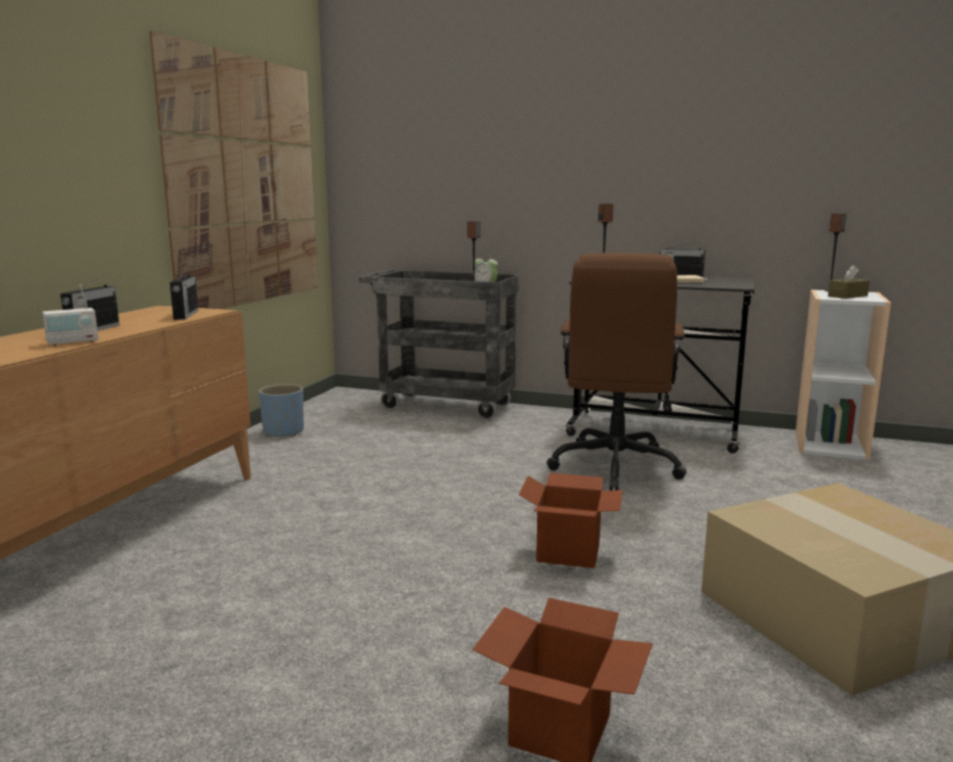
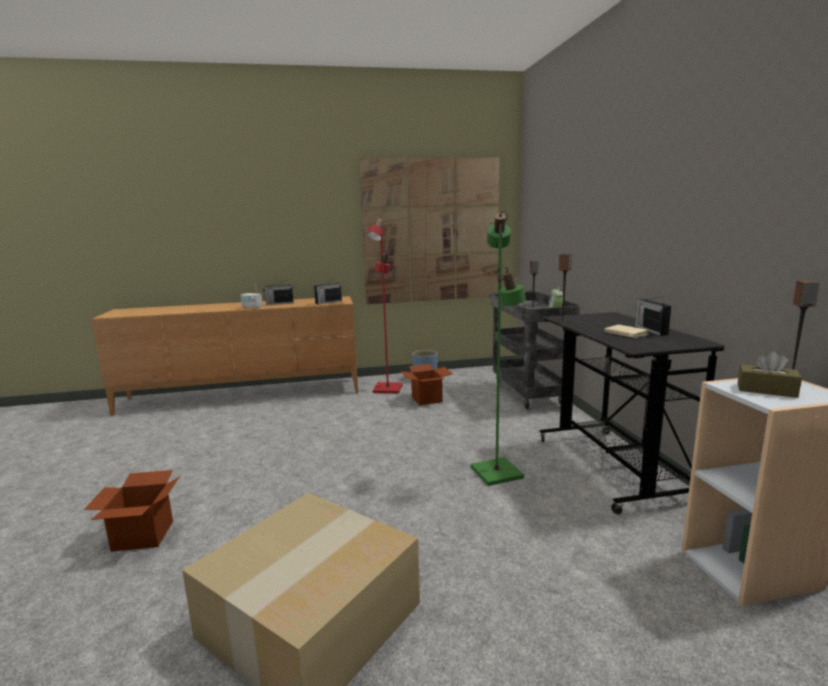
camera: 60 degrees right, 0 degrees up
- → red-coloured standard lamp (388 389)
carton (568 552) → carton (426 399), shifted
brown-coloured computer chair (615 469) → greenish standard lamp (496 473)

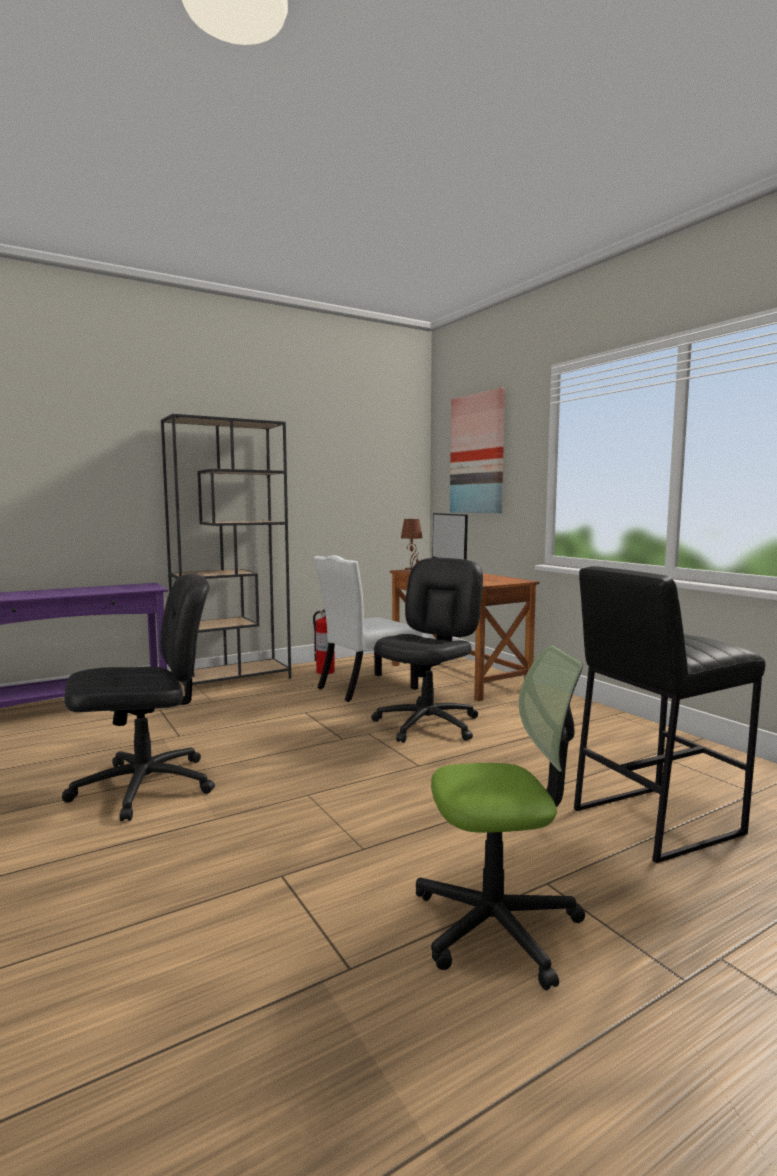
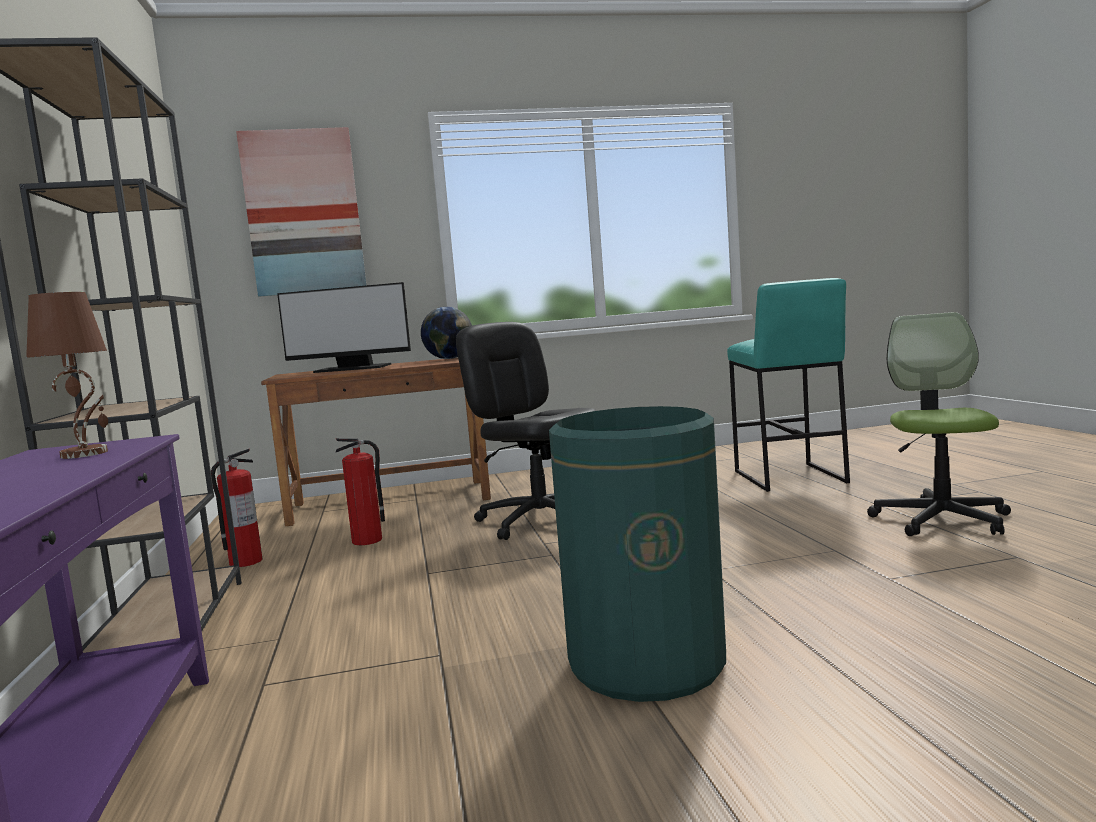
camera: 70 degrees left, 0 degrees up
- → world globe (449 359)
brown-coloured tabletop lamp (411 570) → brown-coloured tabletop lamp (85 454), shifted
black computer chair (145 786) → greenish waste bin (647 663)
whitish plain chair (367 687) → fire-fighting cylinder (368 540)
black stool (655 821) → turquoise-coloured stool (790 477)

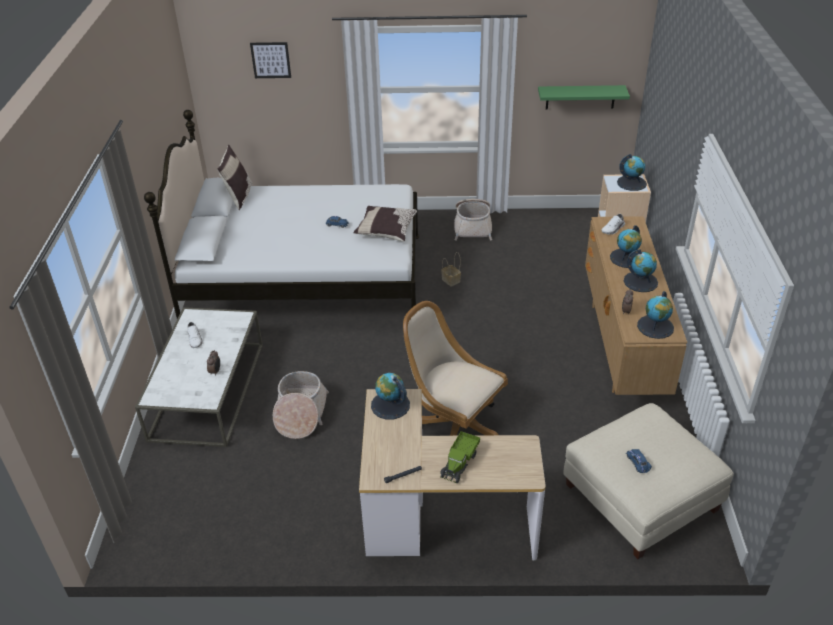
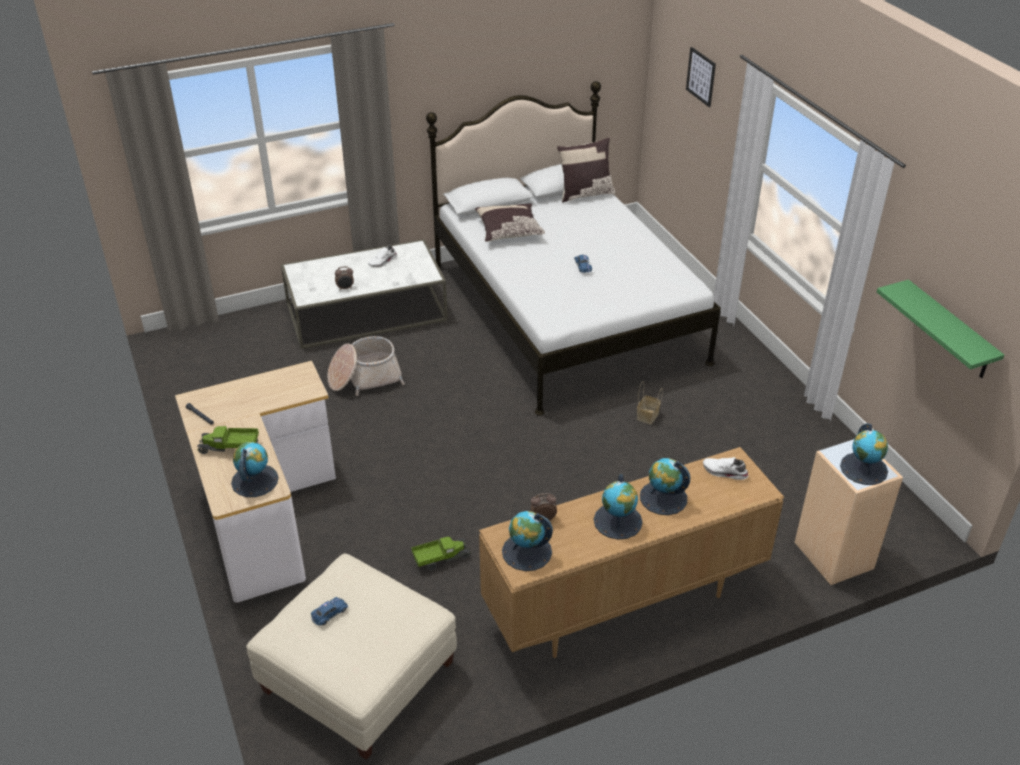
camera: 65 degrees right, 0 degrees up
computer chair (453 423) → -
basket (473 226) → -
- → toy truck (441 558)
pillow (386 230) → pillow (509 231), shifted
world globe (390 405) → world globe (254 480), shifted

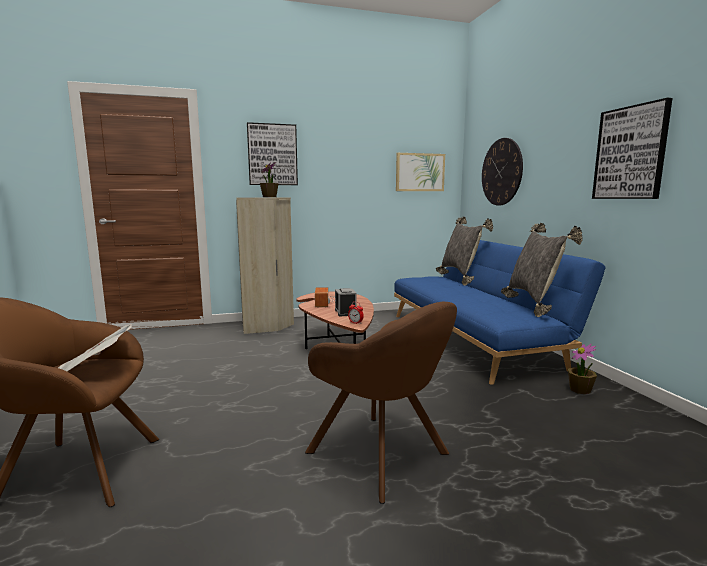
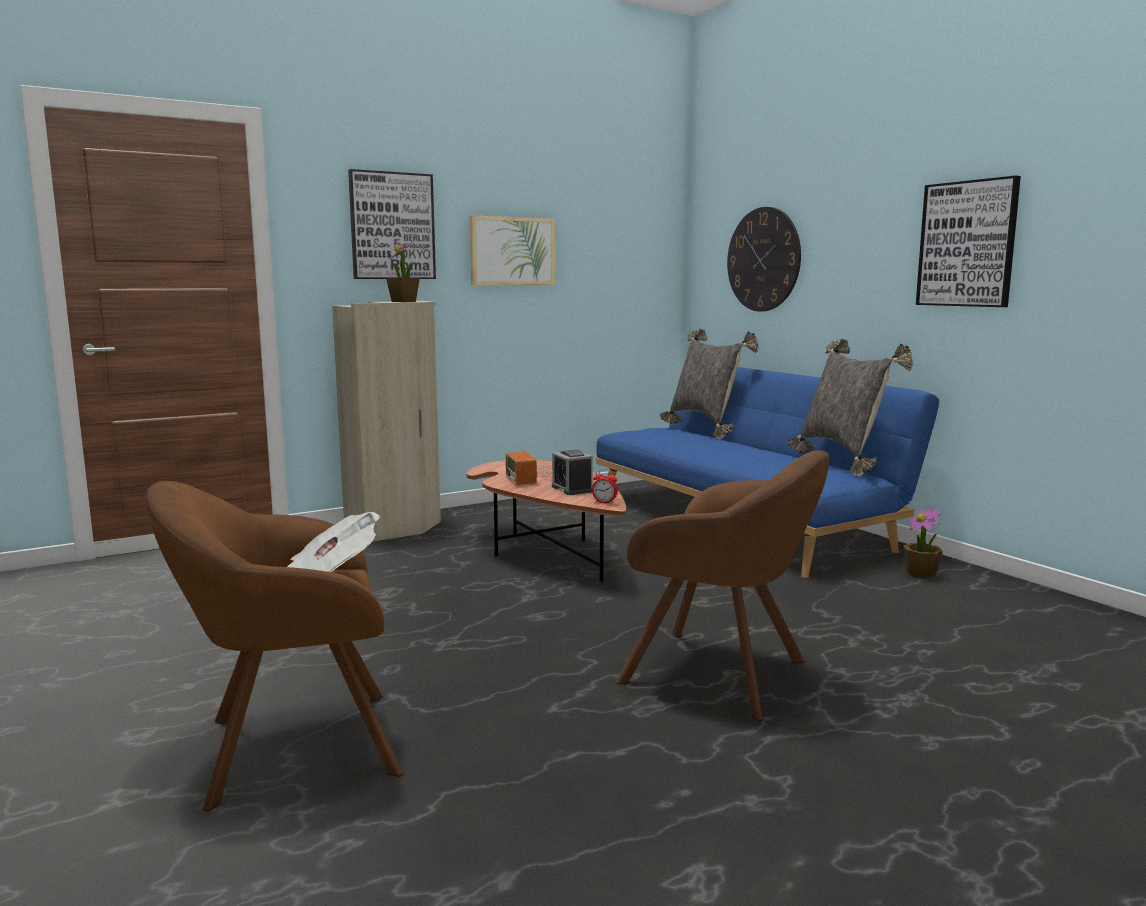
camera: 15 degrees left, 0 degrees up
wall picture (420 172) → wall picture (512 251), shifted

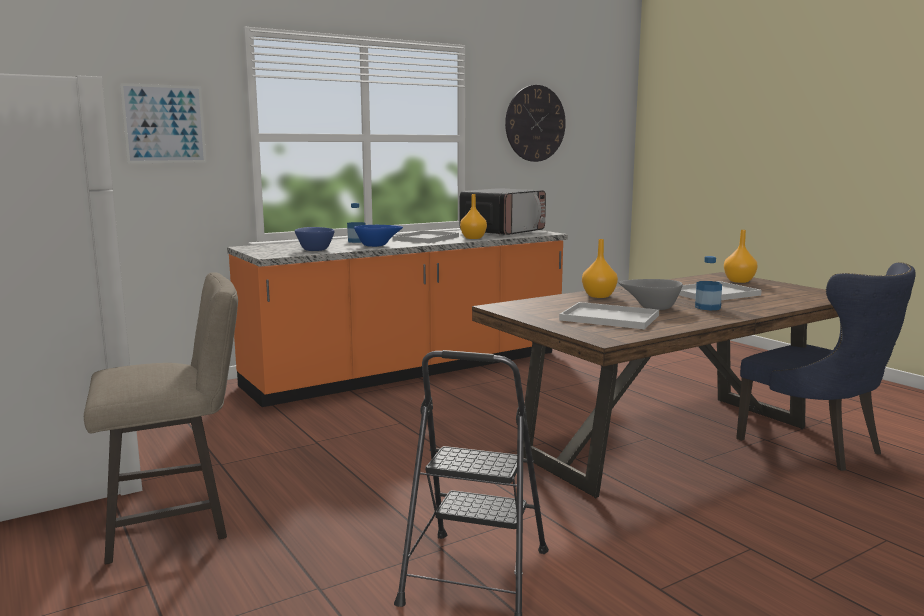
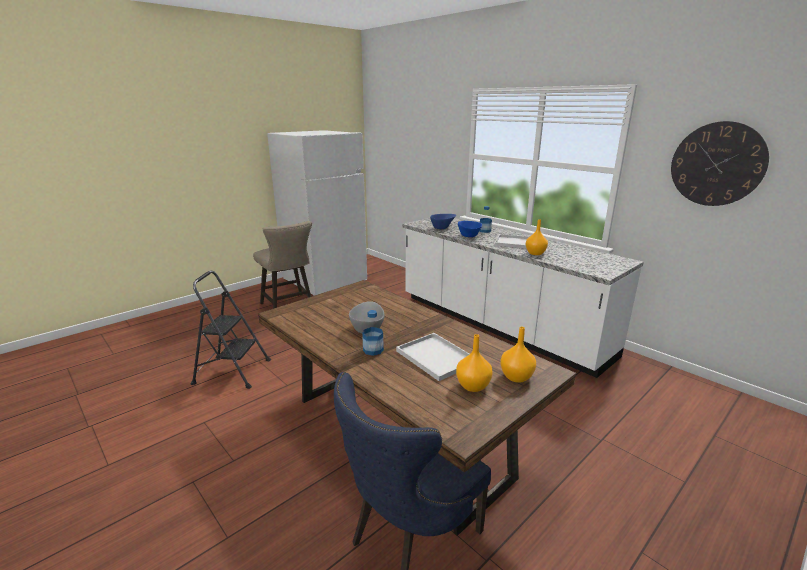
camera: 80 degrees right, 10 degrees up
wall picture (164 124) → -
kitchen microwave (503 232) → -
whitish carrying tray (611 318) → -
orange-coloured decorative vase (598 296) → orange-coloured decorative vase (472 386), shifted
orange-coloured kitchen base unit (410 370) → whitish kitchen base unit (499 325)

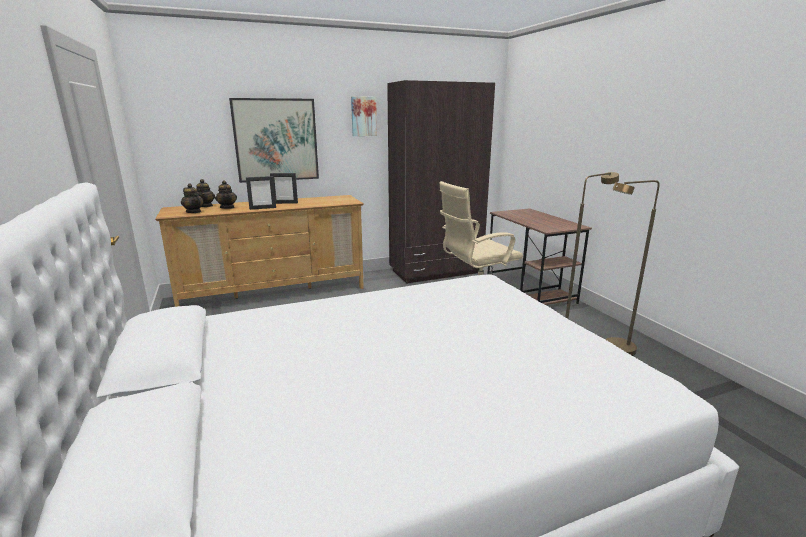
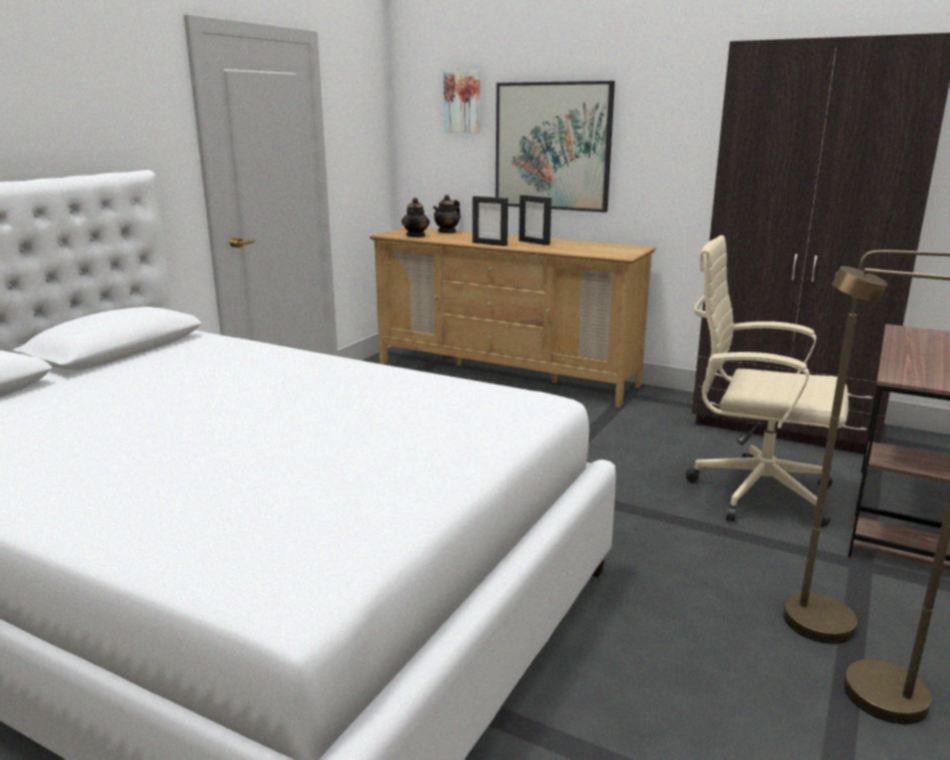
camera: 50 degrees right, 0 degrees up
pot for tea (227 207) → -
wall picture (363 116) → wall picture (463 102), shifted

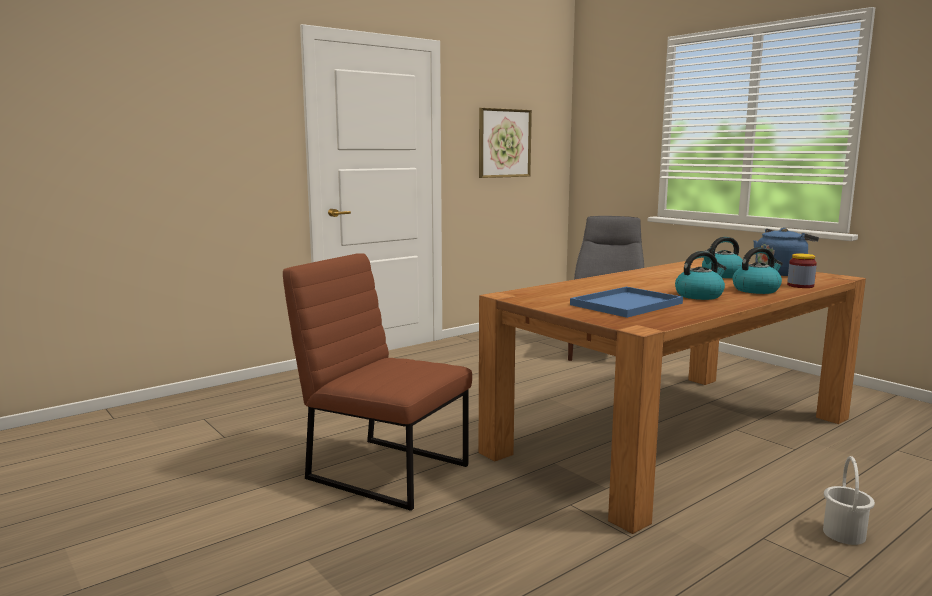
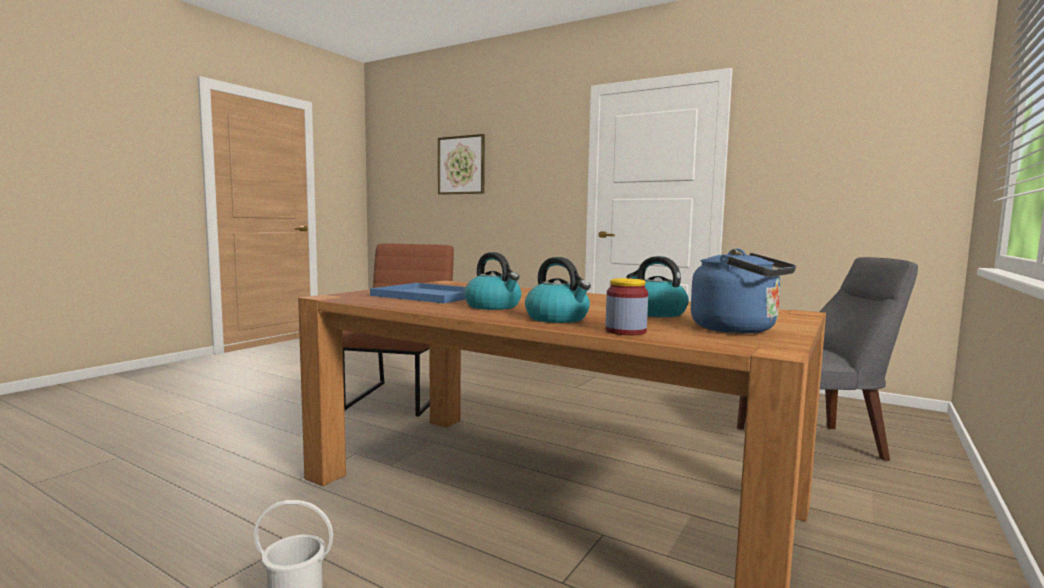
camera: 70 degrees right, 5 degrees down
wall picture (504 143) → wall picture (461 165), shifted

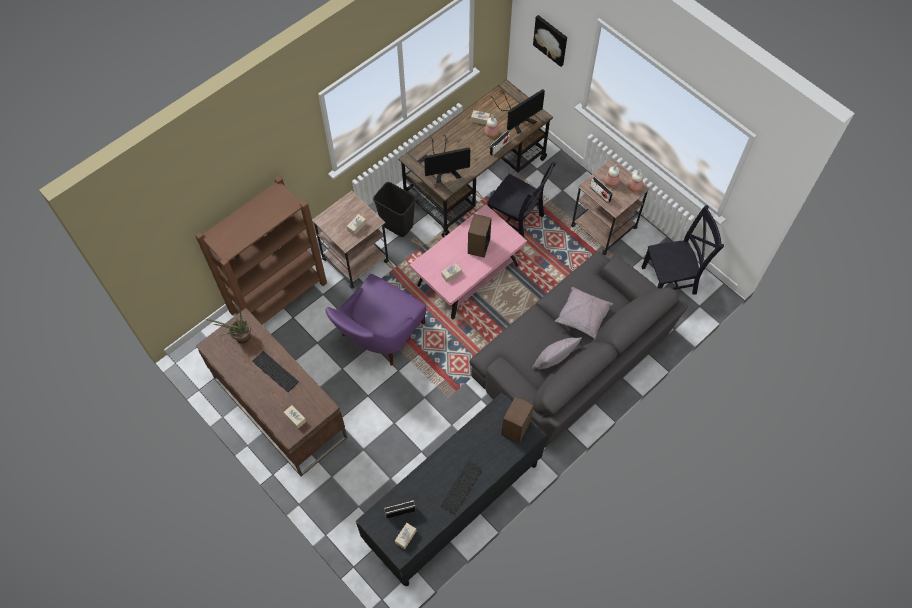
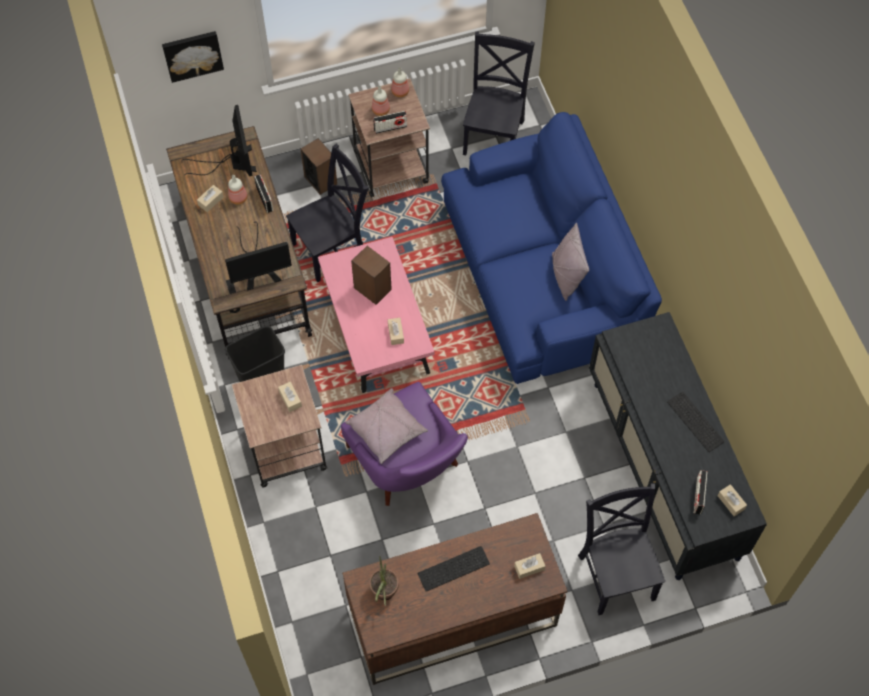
camera: 65 degrees left, 0 degrees up
brown-coloured shelving unit (278 297) → -
- → black plain chair (616 573)
loudspeaker (516 428) → loudspeaker (321 180), shifted
purple pillow (583 316) → purple pillow (387 430), shifted
grey couch (572 359) → bluish couch (543 274)
computer display (445 167) → computer display (258 267), 60 degrees clockwise

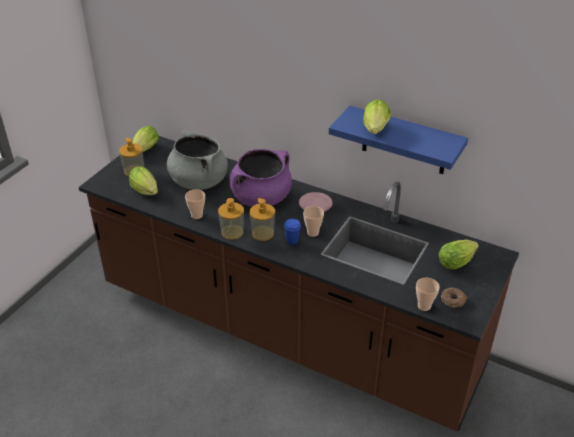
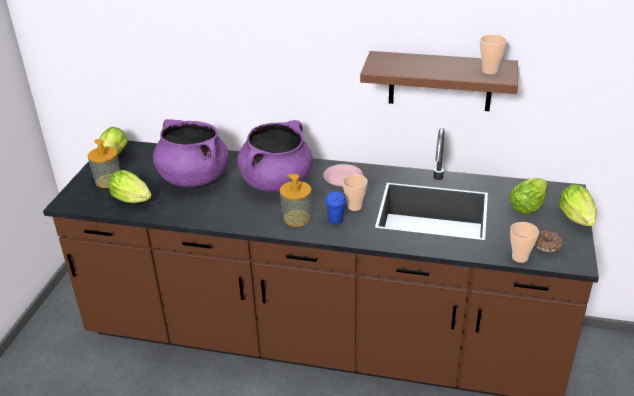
camera: 15 degrees left, 5 degrees down
soap dispenser (232 232) → -
small cup (197 215) → small cup (489 71), shifted
head of lettuce (375 131) → head of lettuce (577 220), shifted
grey saucepot (198 181) → purple saucepot (193 178)
bluish shelf (404 141) → brown-coloured shelf (440 81)

